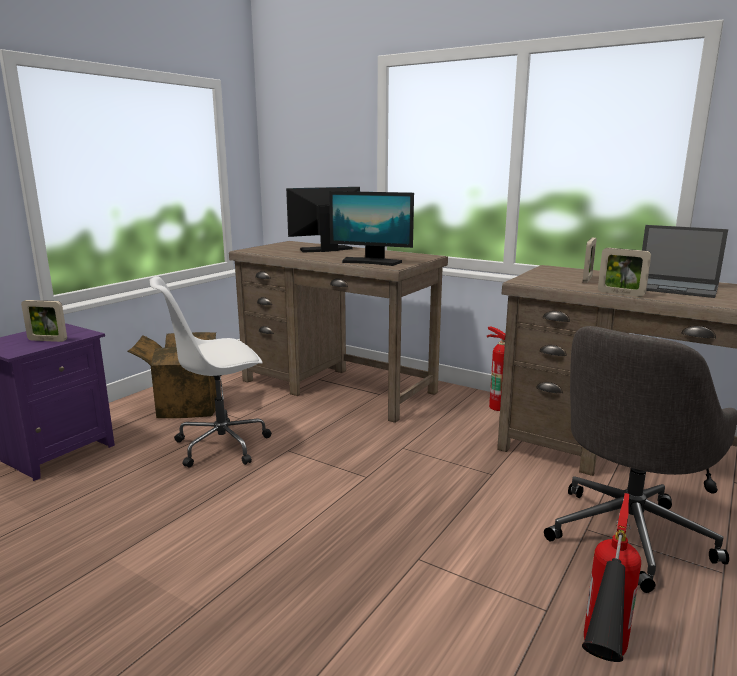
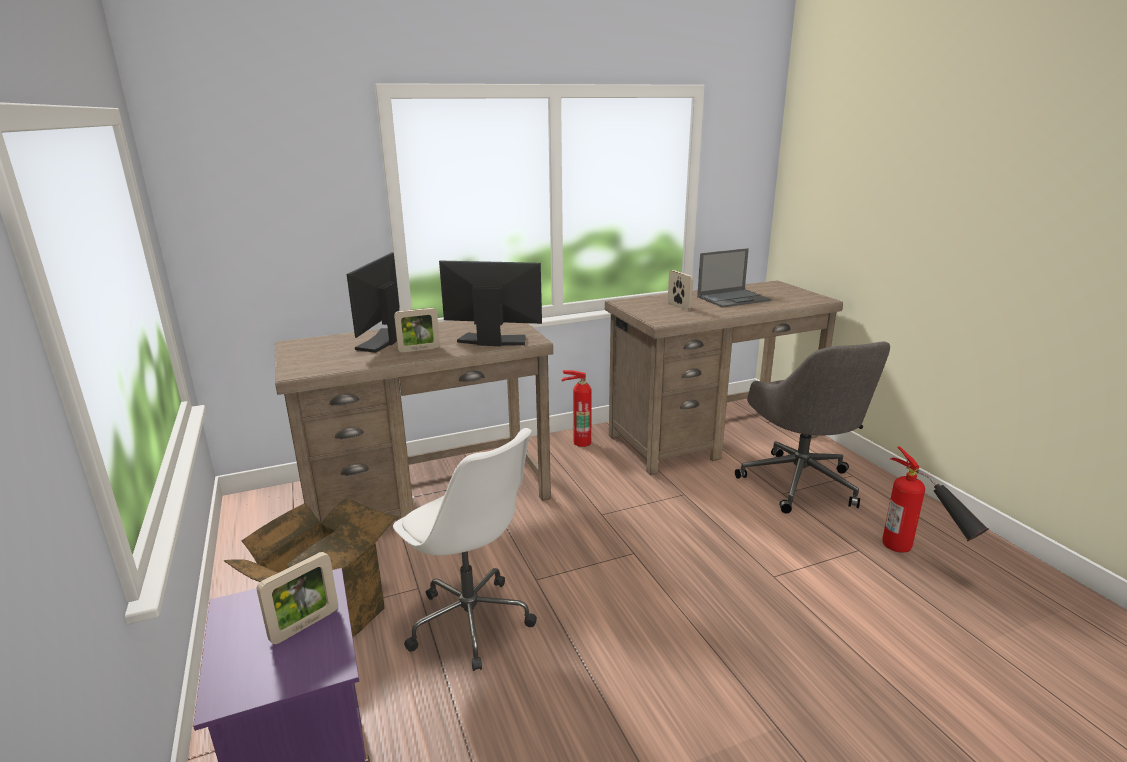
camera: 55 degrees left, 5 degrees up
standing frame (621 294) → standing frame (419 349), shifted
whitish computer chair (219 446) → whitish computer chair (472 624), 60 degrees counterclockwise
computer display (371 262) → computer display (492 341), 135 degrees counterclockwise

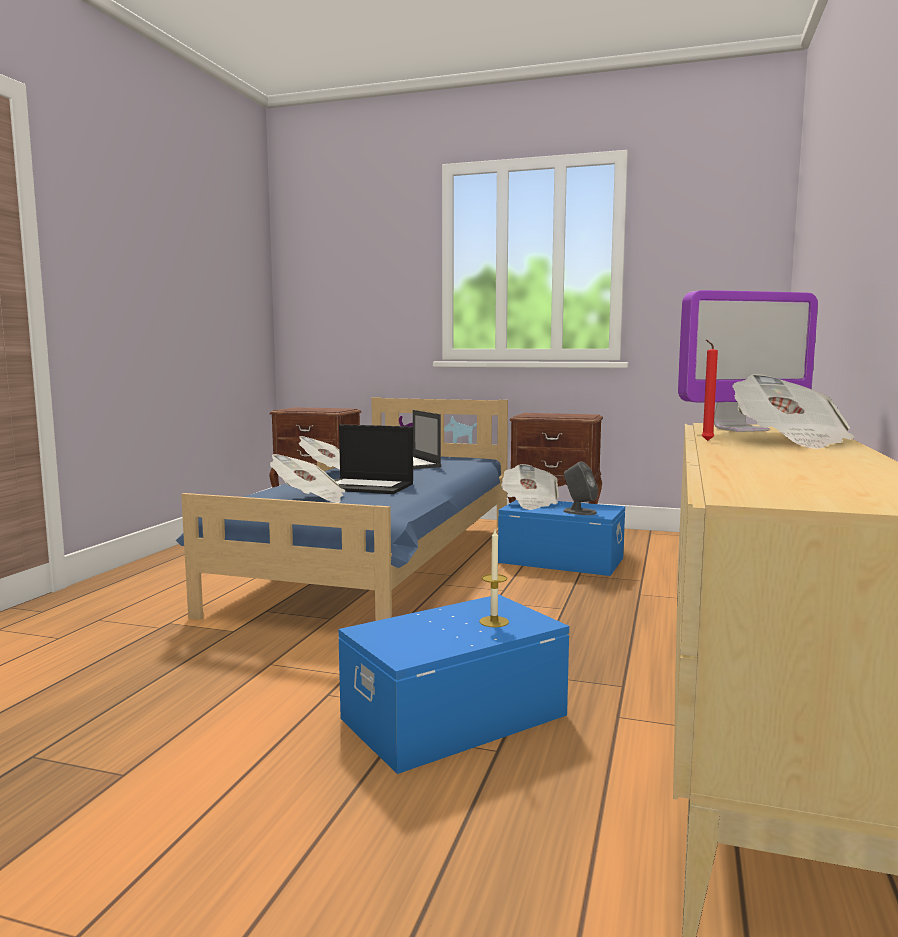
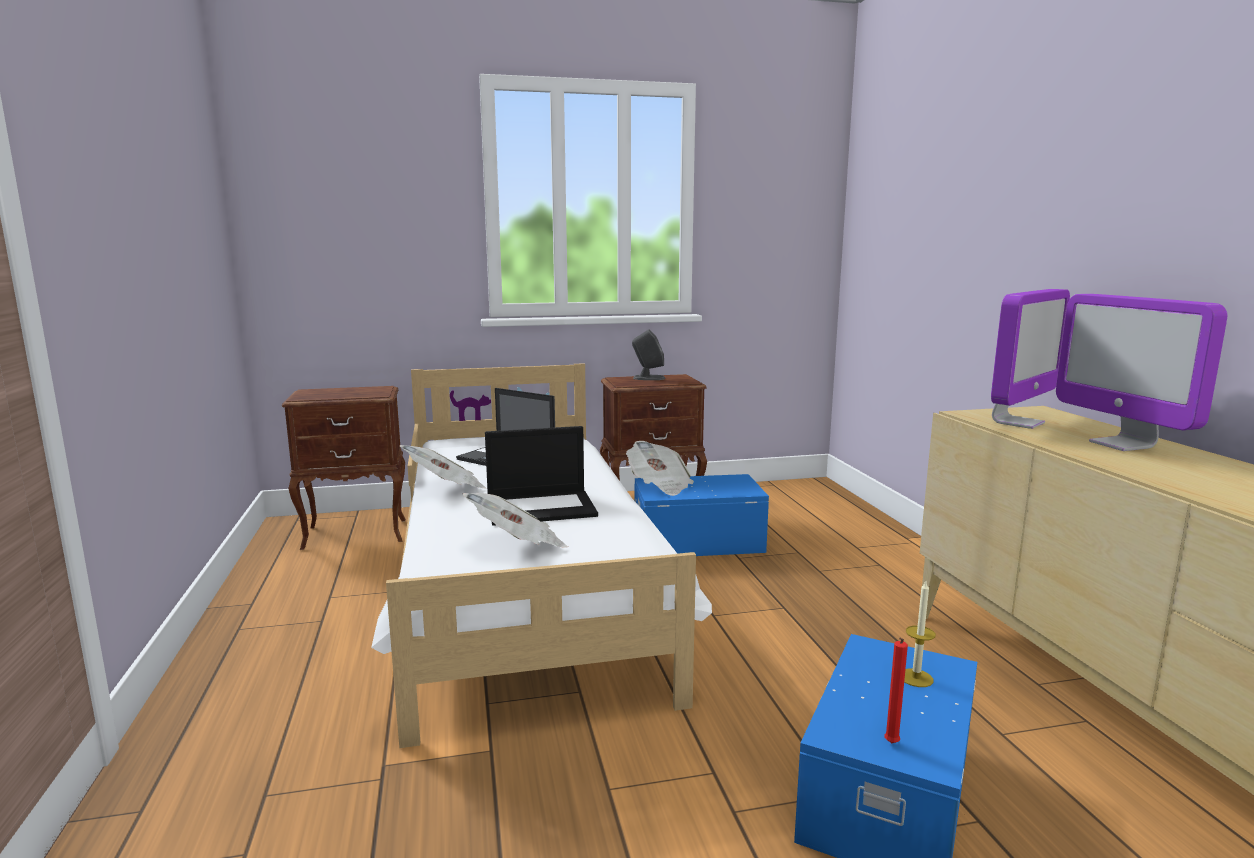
camera: 30 degrees left, 5 degrees up
grey loudspeaker (579 512) → grey loudspeaker (648 378), shifted
red-coloured wax candle (706 441) → red-coloured wax candle (890 744), shifted
printed paper (789 441) → computer display (1122 444)
bluish bed (381 564) → whitish bed (525 589)

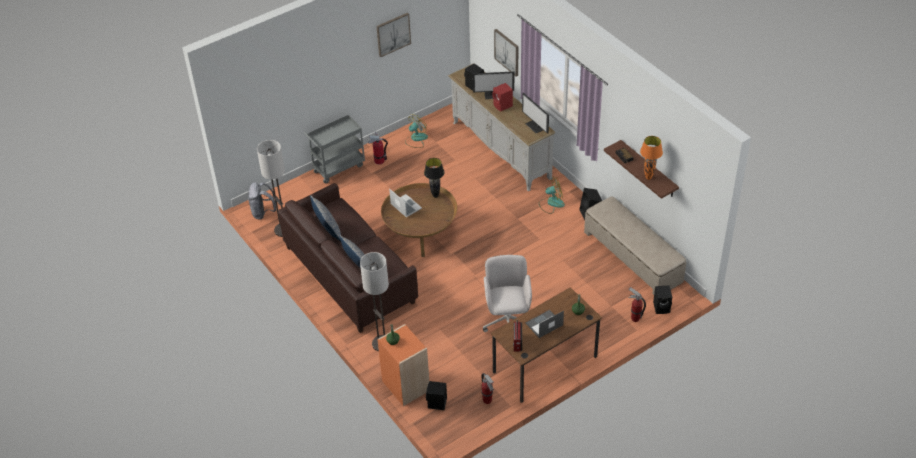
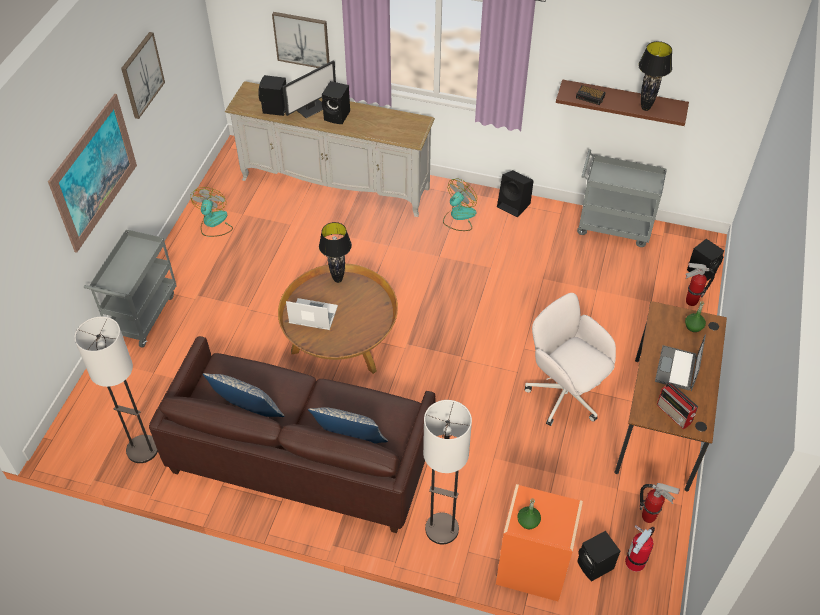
camera: 40 degrees left, 5 degrees up
grey backpack (263 213) → -
computer display (535 126) → -
- → wall picture (94 172)
fire-fighting cylinder (379 161) → fire-fighting cylinder (635 562), shifted
beige-coloured indoor bench (633 257) → grey trolley (611 230)
red-coloured loudspeaker (503 106) → black loudspeaker (337 116)
orange-coloured tabletop lamp (648 178) → black tabletop lamp (645 108)

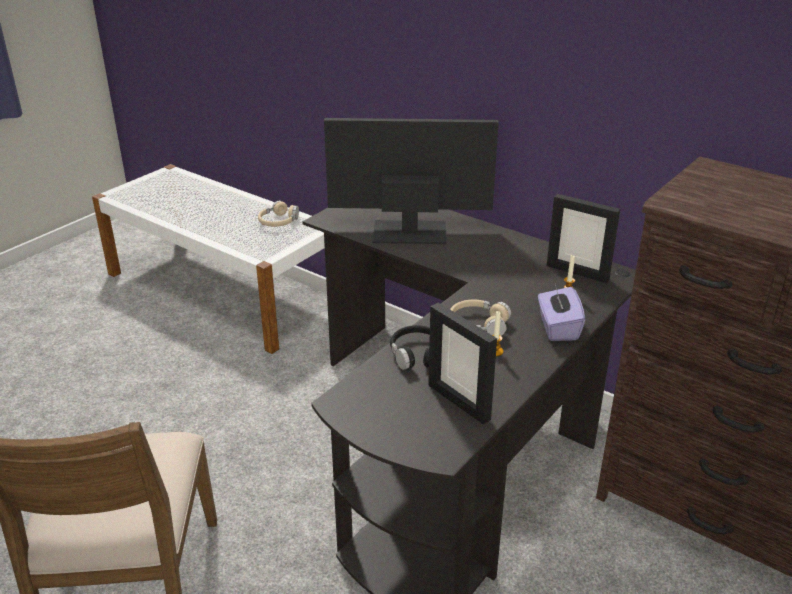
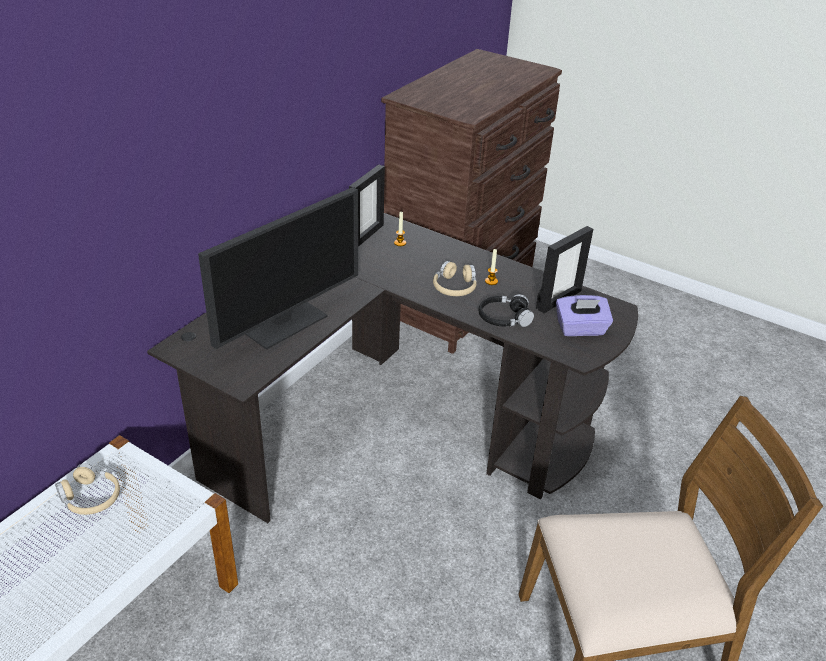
camera: 95 degrees left, 5 degrees up
purple tissue box (557 328) → purple tissue box (581 329), shifted
computer display (408 232) → computer display (283 321), 135 degrees counterclockwise

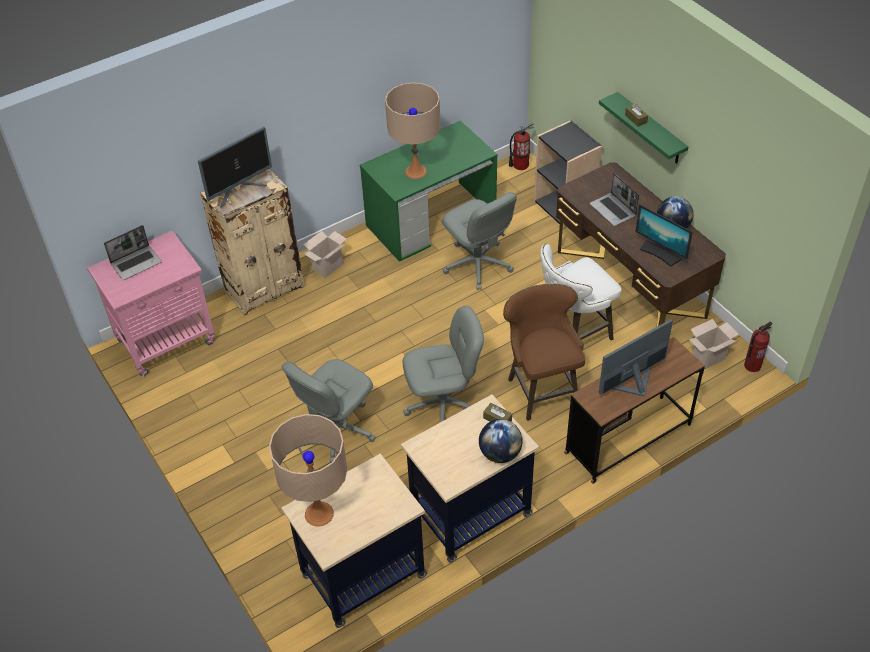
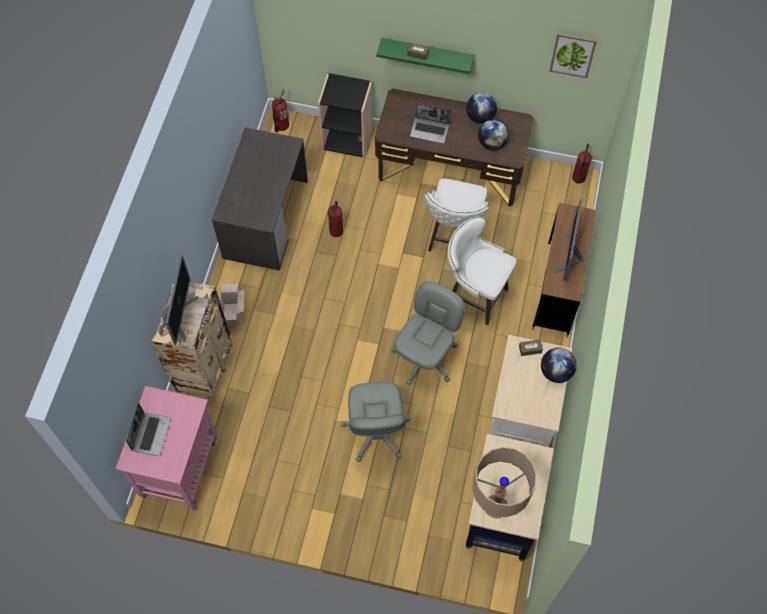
camera: 45 degrees left, 15 degrees up
beige-coloured tabletop lamp (416 171) → -
carton (708 357) → -
- → wall picture (572 54)
grey computer chair (477 264) → fire-fighting cylinder (336 231)
computer display (660 253) → world globe (492 143)
greenish desk unit (431 220) → grey desk unit (265 218)
bluish trolley (471 516) → whitish trolley (521 419)
brown-coloured stool (541 390) → whitish stool (474 295)

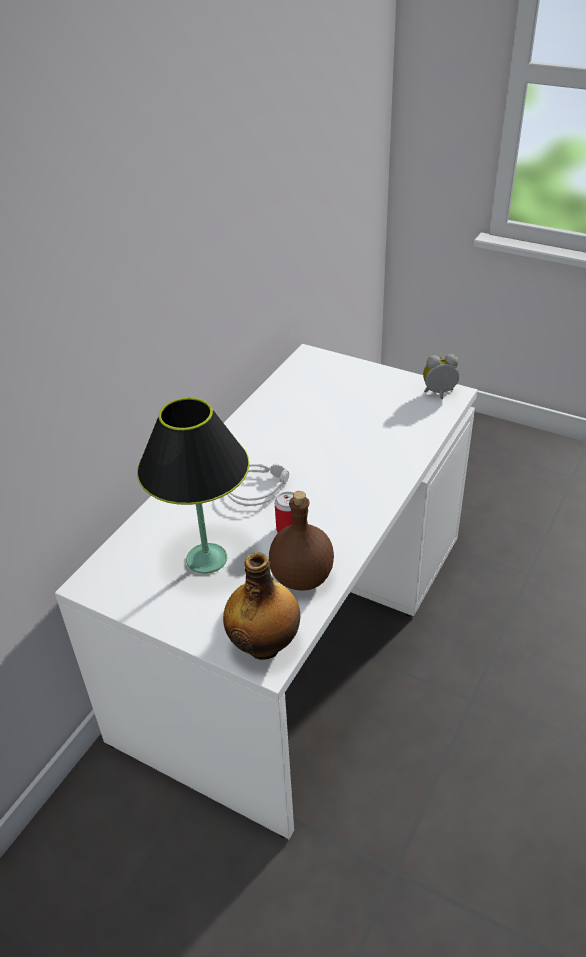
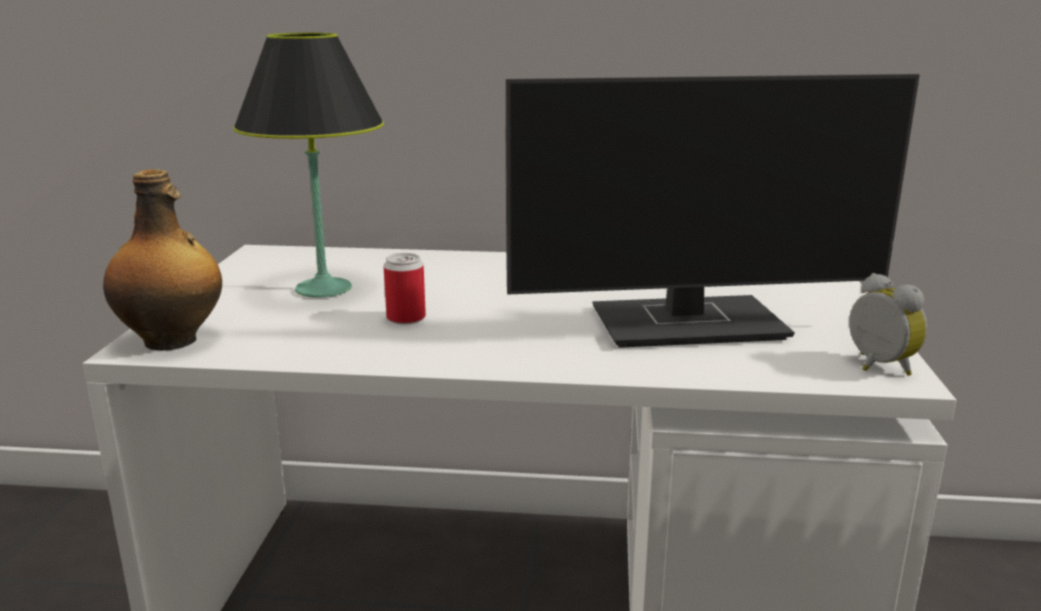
camera: 65 degrees right, 20 degrees down
grey headset (257 487) → -
brown-coloured drink bottle (303 578) → -
- → computer display (691 323)

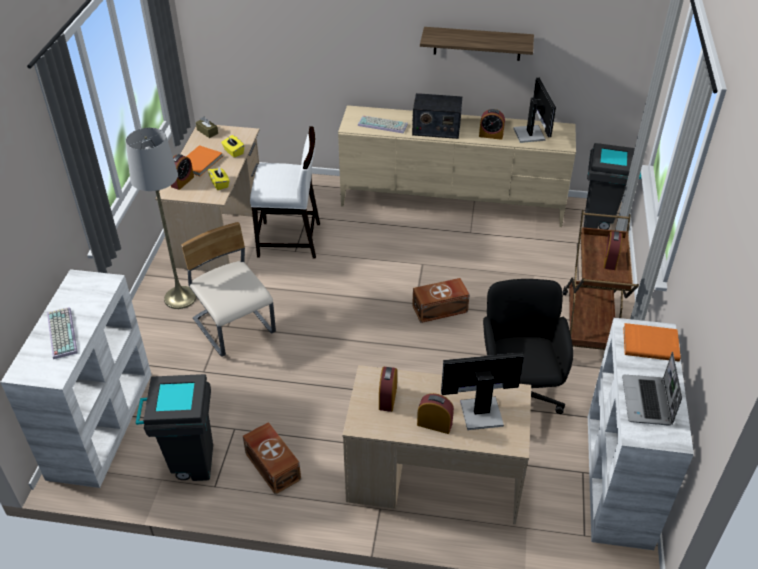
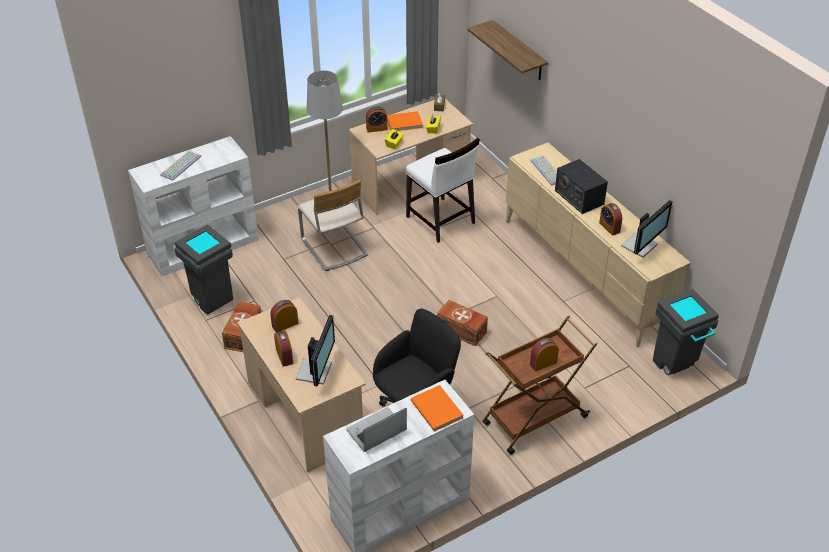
camera: 50 degrees right, 0 degrees up
shelf (477 43) → shelf (519 51), shifted
beige-coloured plain chair (235 327) → beige-coloured plain chair (333 247), 135 degrees clockwise
computer display (480 412) → computer display (315 371), 60 degrees clockwise

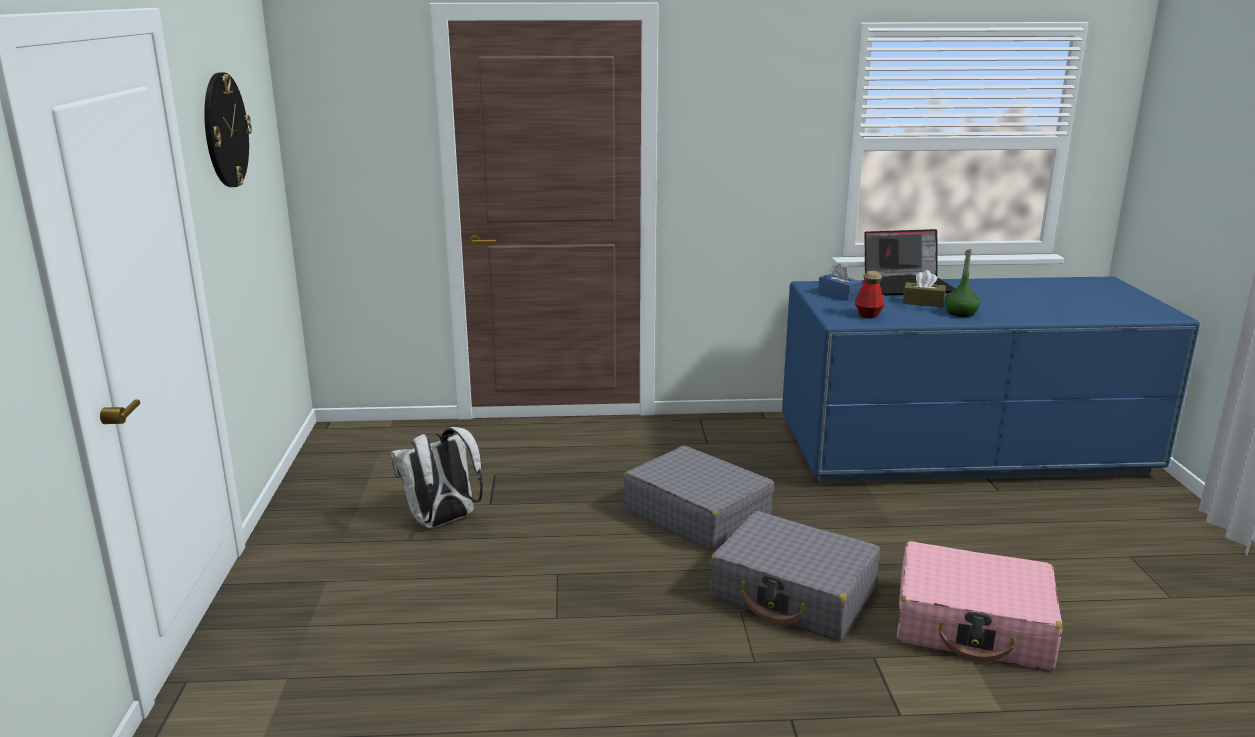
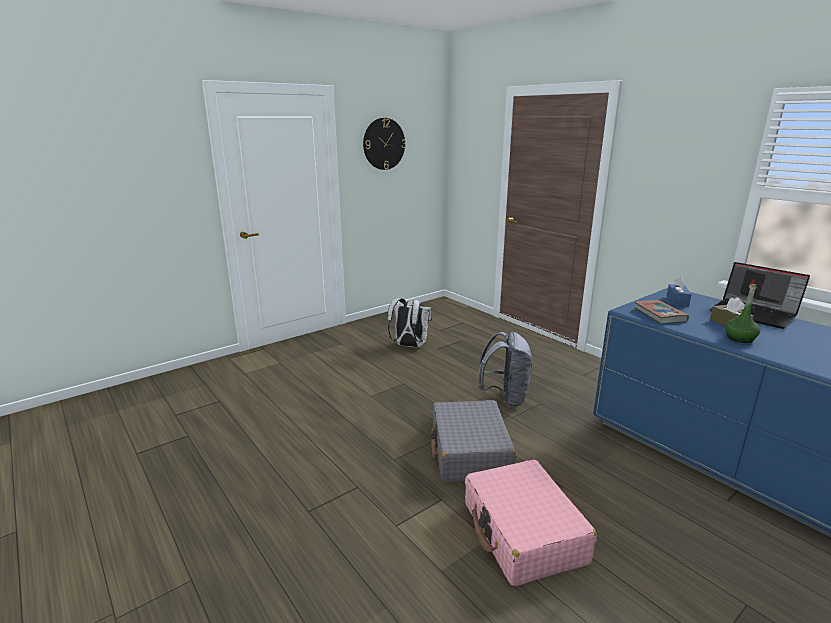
camera: 55 degrees right, 0 degrees up
grey suitcase (697 514) → grey backpack (505 398)
drink bottle (868 315) → bound book (659 315)

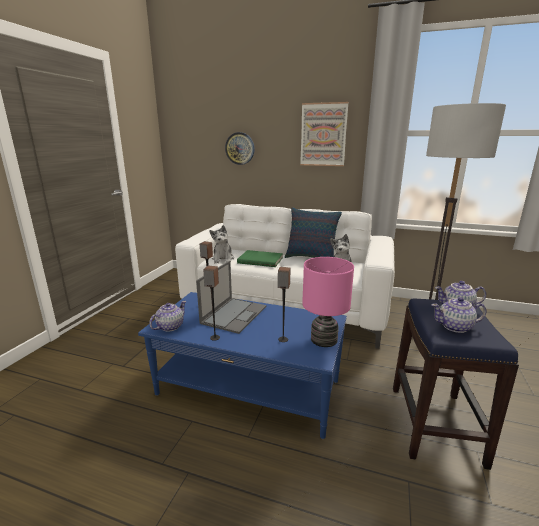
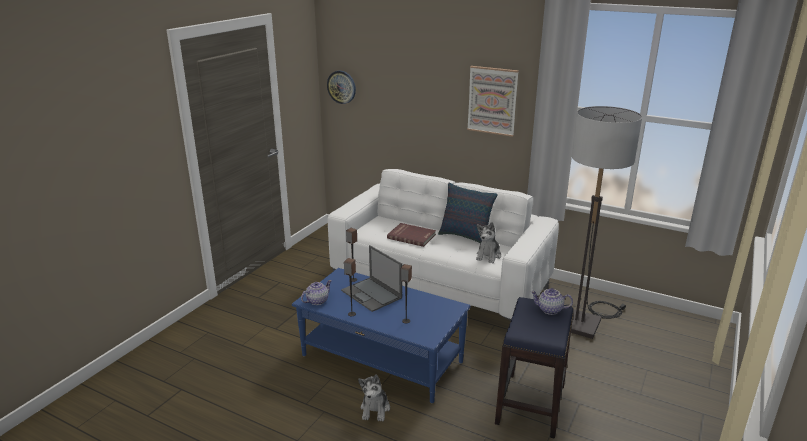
camera: 10 degrees right, 5 degrees up
pinkish tabletop lamp (324 340) → -
pot for tea (455 327) → -
soft toy (223 259) → soft toy (375 409), shifted
hanging clock (240 148) → hanging clock (341 87), shifted
greenish bound book (260 260) → red-coloured bound book (412 236)
portable computer (234 314) → portable computer (372 294), 105 degrees clockwise

